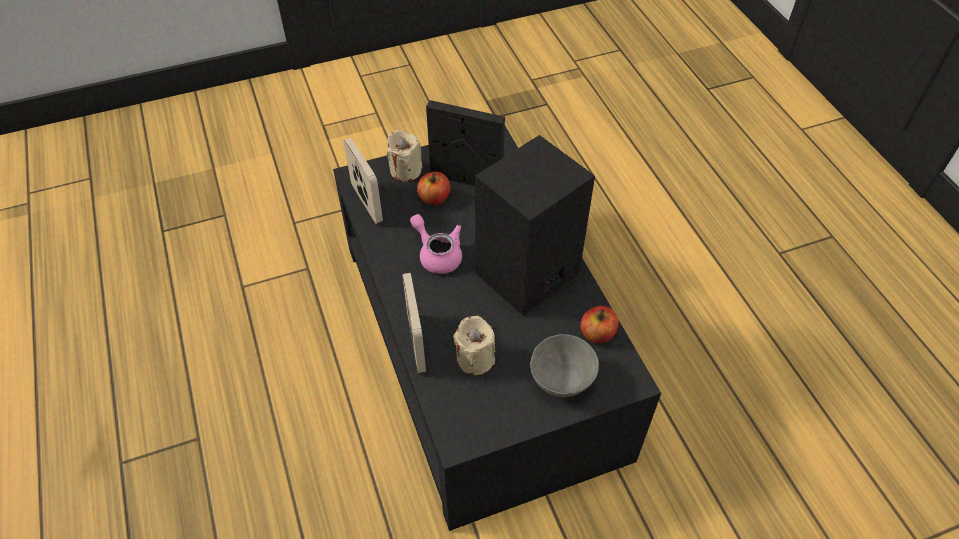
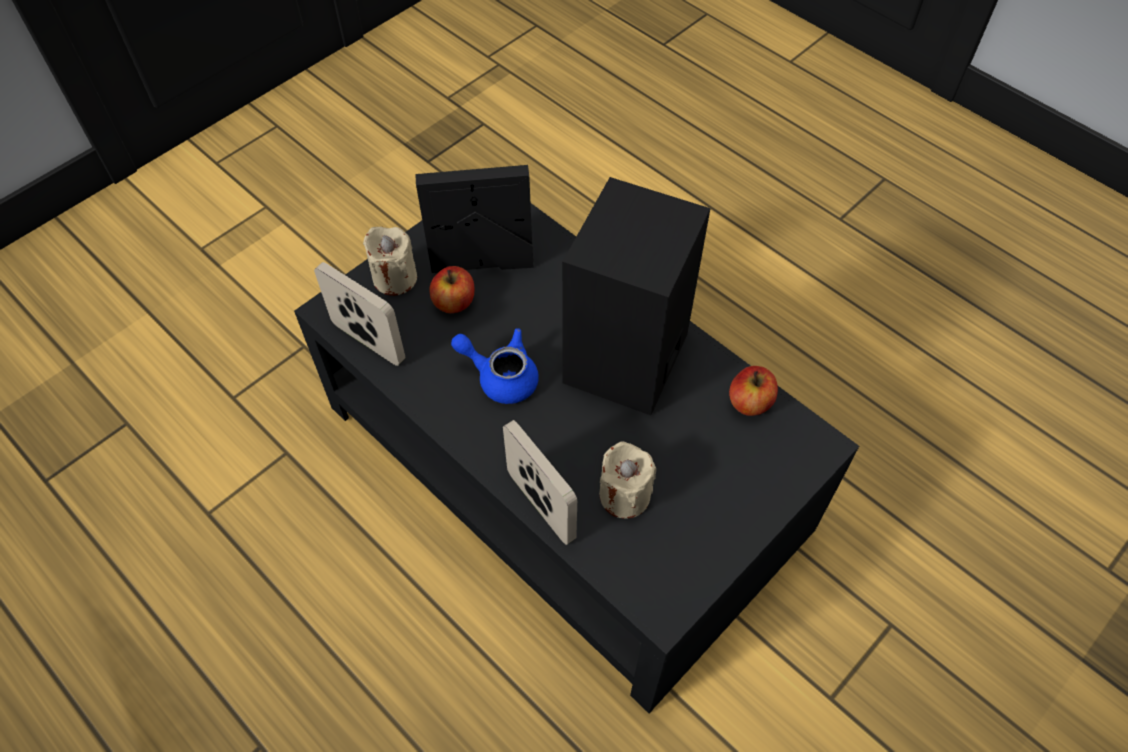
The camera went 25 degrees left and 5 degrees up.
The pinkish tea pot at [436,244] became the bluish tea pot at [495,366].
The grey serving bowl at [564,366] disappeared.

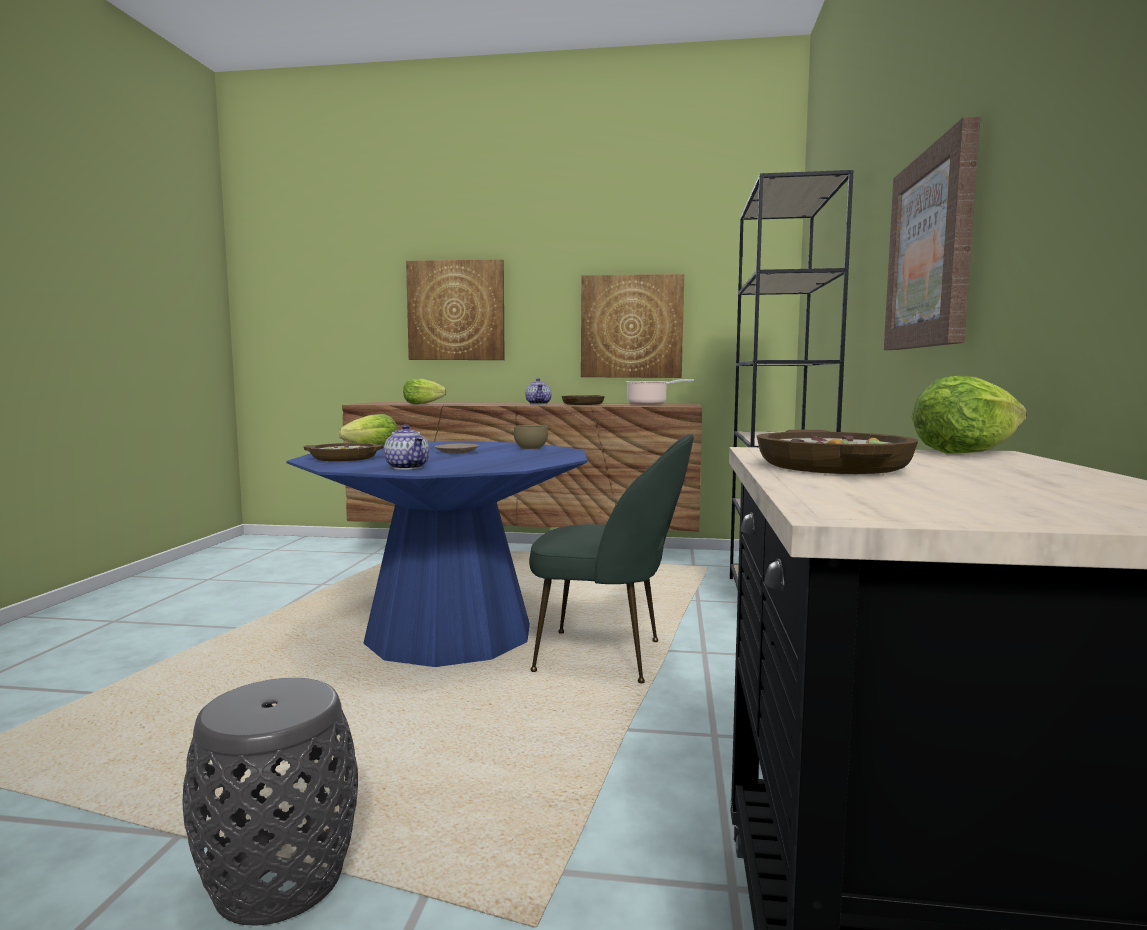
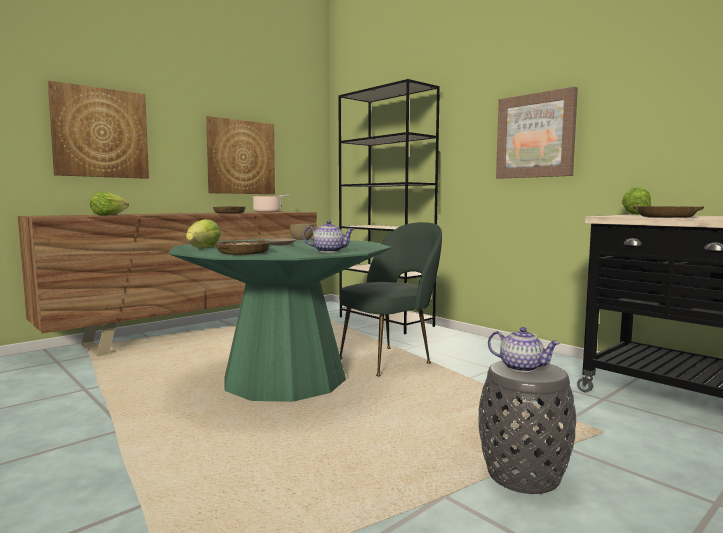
The camera went 50 degrees left and 0 degrees up.
The bluish kitchen table at [437,554] became the green-coloured kitchen table at [280,320].
The tea pot moved from [538,391] to [524,349].

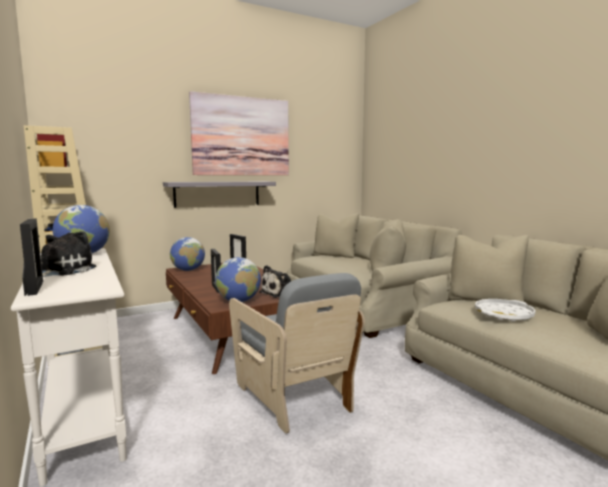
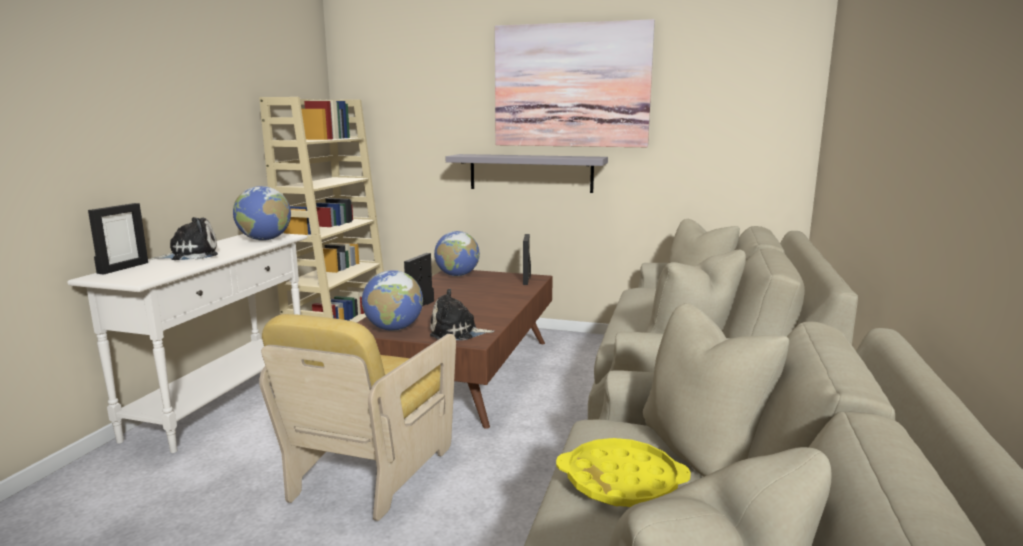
The camera went 45 degrees right and 5 degrees up.
The grey lounge chair at [297,353] became the yellowish lounge chair at [357,417].
The whitish tray at [505,310] became the yellowish tray at [623,472].

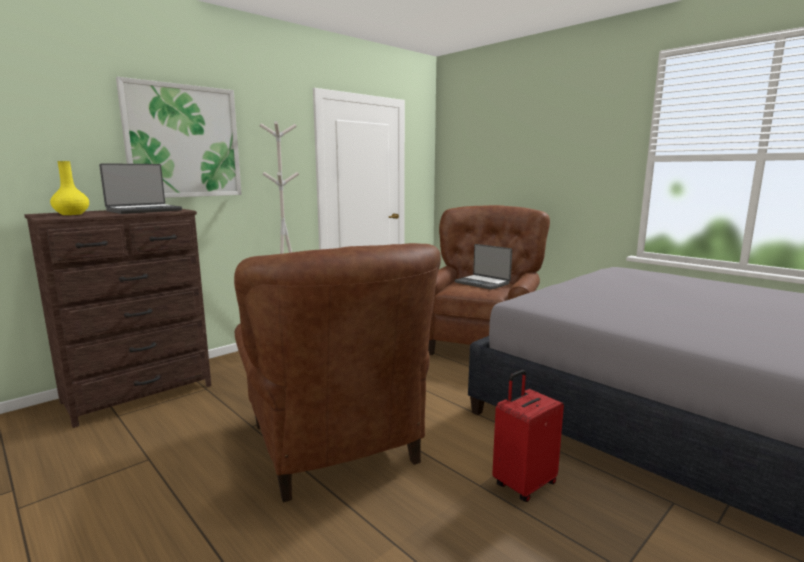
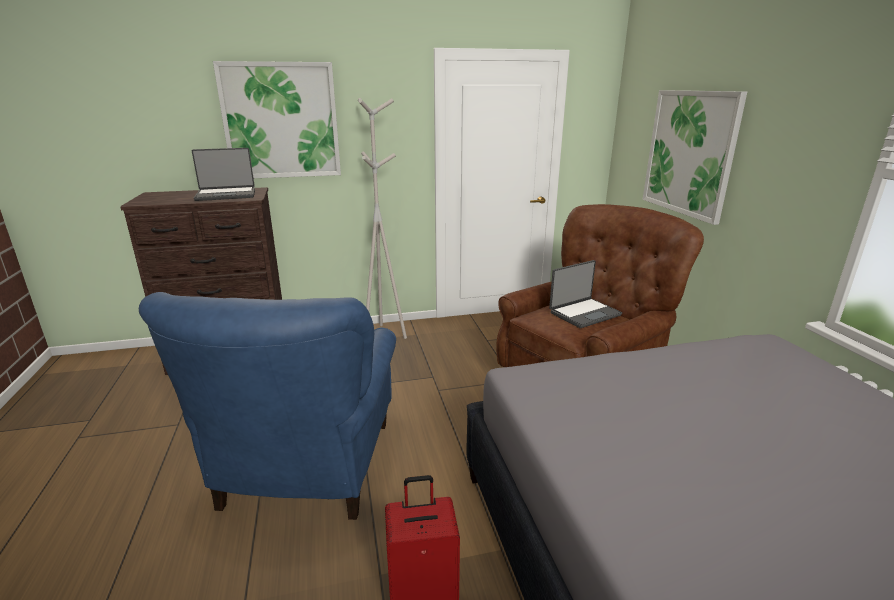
The camera went 30 degrees right and 10 degrees up.
The brown-coloured lounge chair at [337,372] became the bluish lounge chair at [267,406].
The notebook computer at [483,267] turned 105 degrees counterclockwise.
The wall picture at [695,157] appeared.
The yellowish decorative vase at [69,188] disappeared.

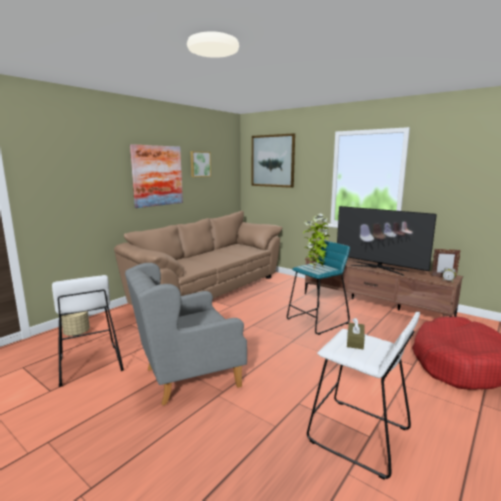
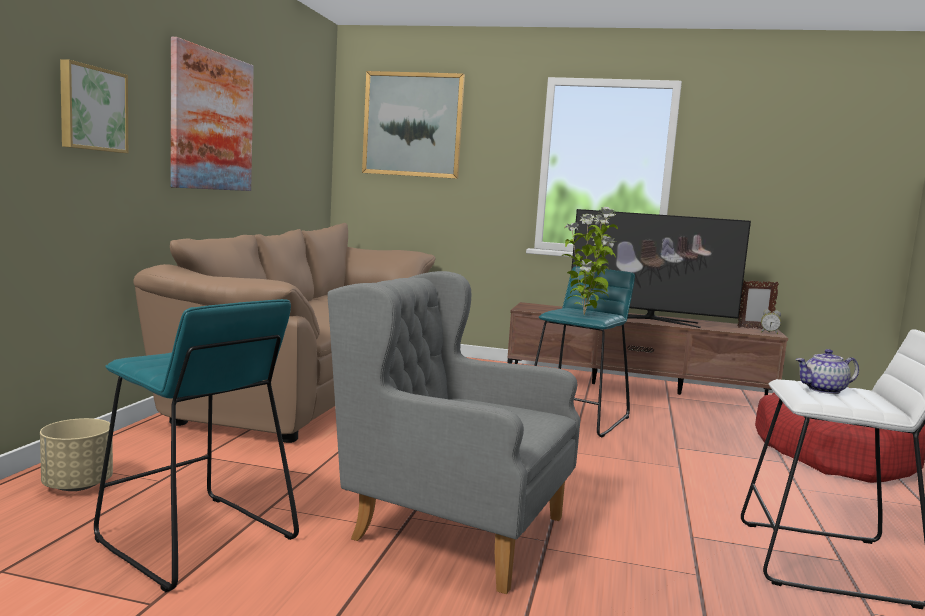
The camera went 25 degrees left and 5 degrees down.
The wall picture moved from [200,164] to [94,106].
The whitish sitting stool at [88,331] became the blue-green sitting stool at [196,445].
The grey lounge chair at [186,334] turned 75 degrees clockwise.
The brown-coloured box of tissues at [356,333] was replaced by the tea pot at [827,371].

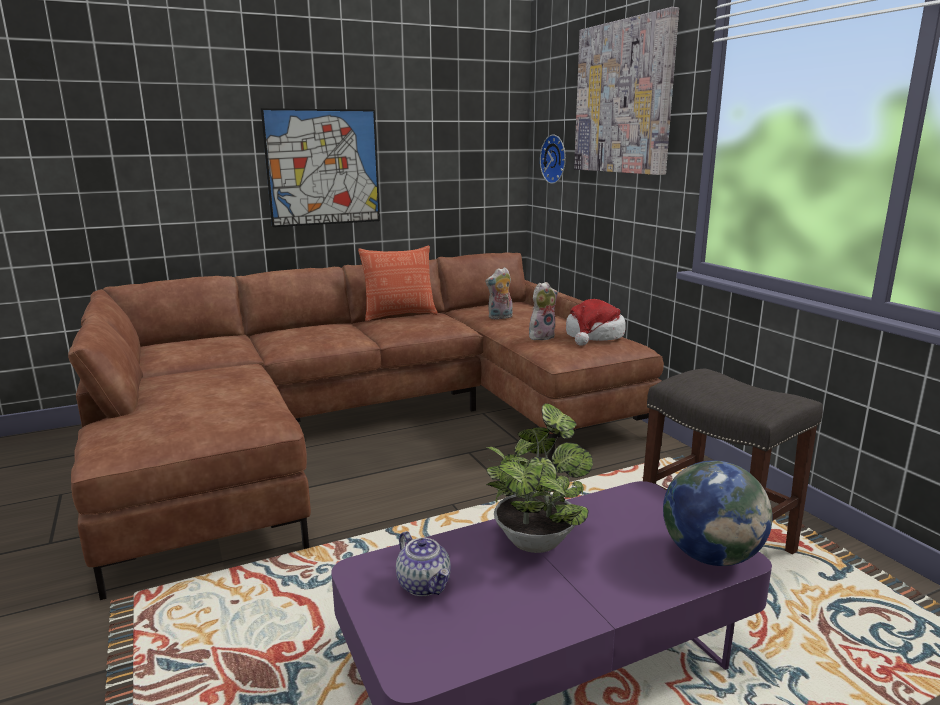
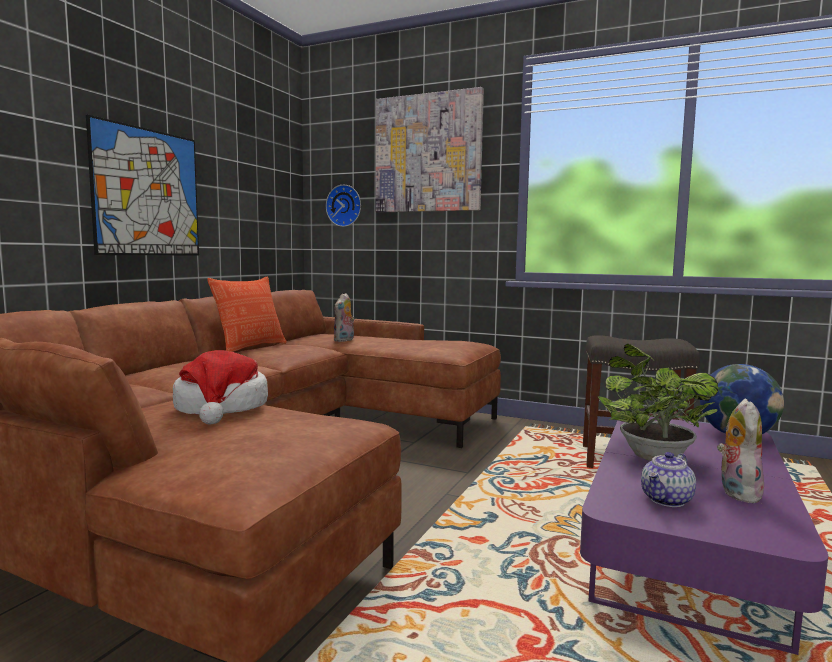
The camera went 40 degrees left and 10 degrees down.
The clothing hat moved from [596,322] to [220,387].
The tea pot at [423,563] turned 120 degrees clockwise.
The cuddly toy moved from [543,311] to [740,451].

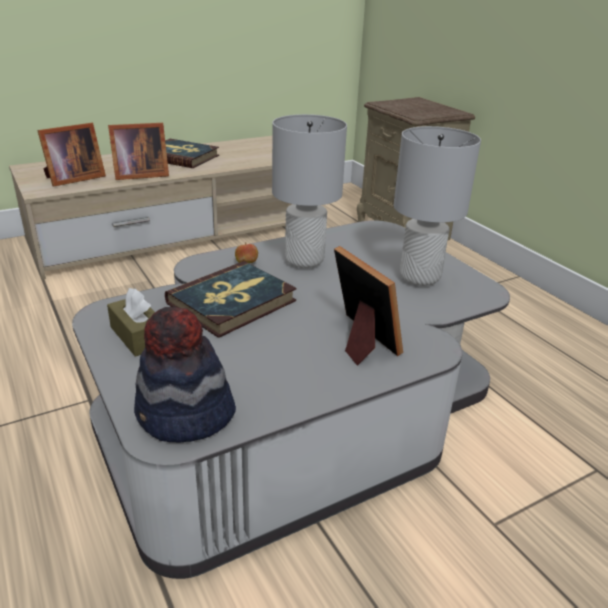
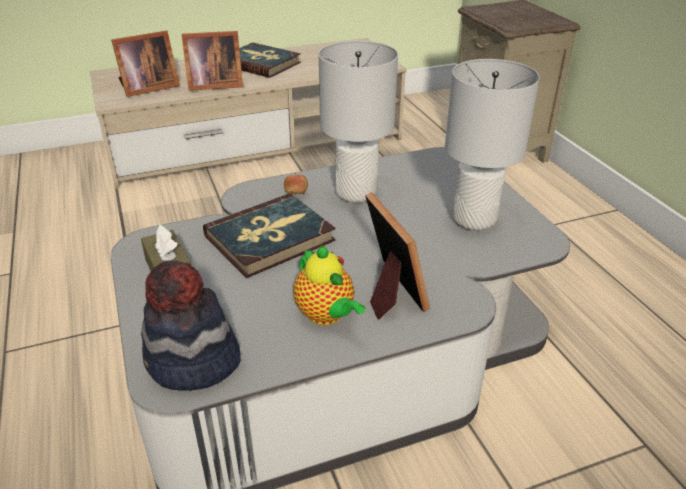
The camera went 10 degrees right and 5 degrees up.
The tea pot at [329,285] appeared.

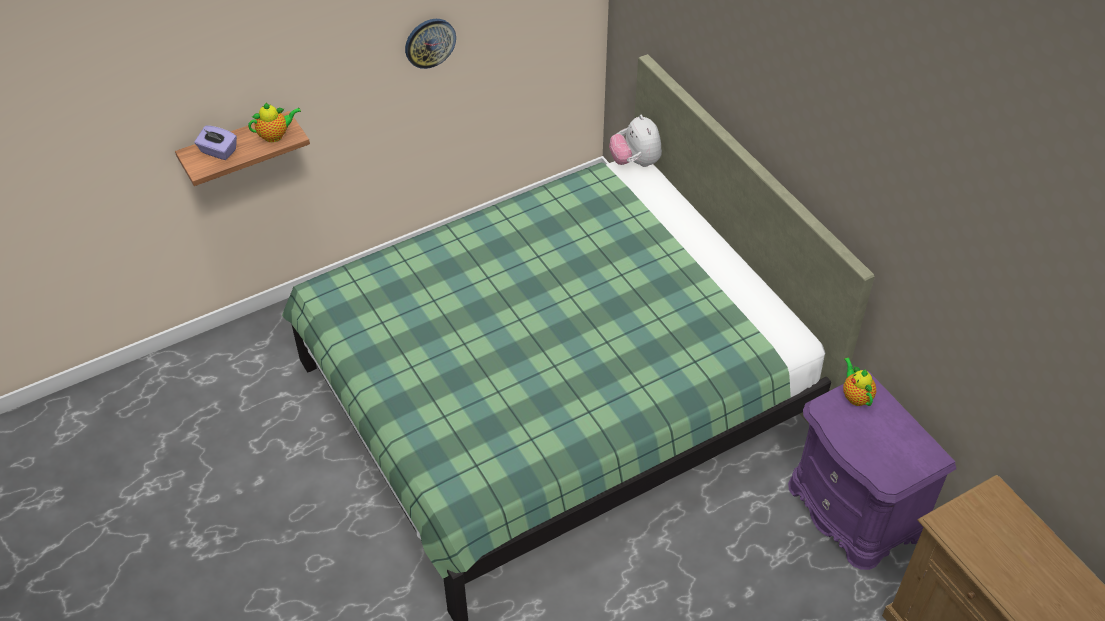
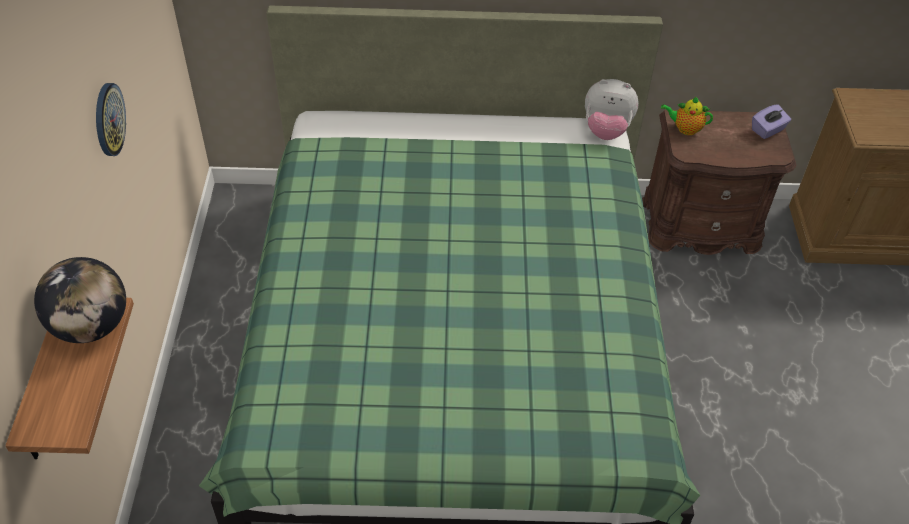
The camera went 60 degrees left and 0 degrees up.
The tea pot at [274,122] was replaced by the desk globe at [80,300].
The cuddly toy moved from [635,141] to [612,109].
The purple nightstand at [872,470] became the brown-coloured nightstand at [719,182].
The purple box of tissues moved from [215,143] to [771,121].

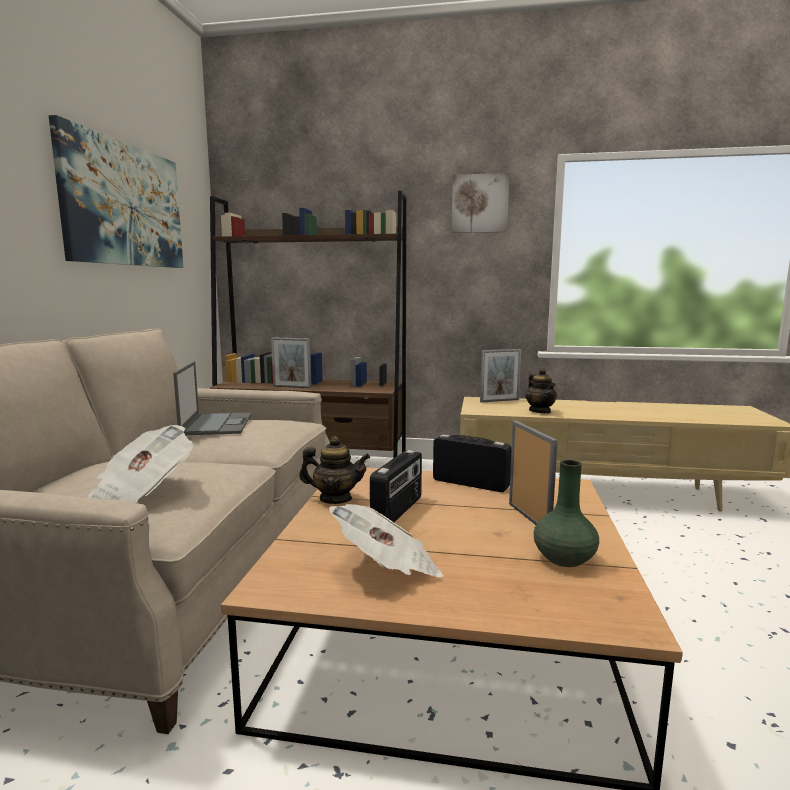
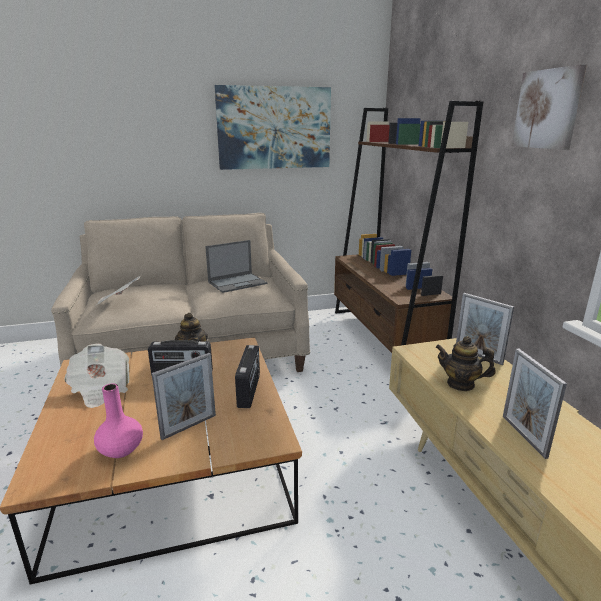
The camera went 65 degrees right and 10 degrees up.
The green-coloured decorative vase at [566,513] became the pinkish decorative vase at [118,420].
The tea pot at [541,390] turned 60 degrees clockwise.
The picture frame moved from [291,363] to [535,404].

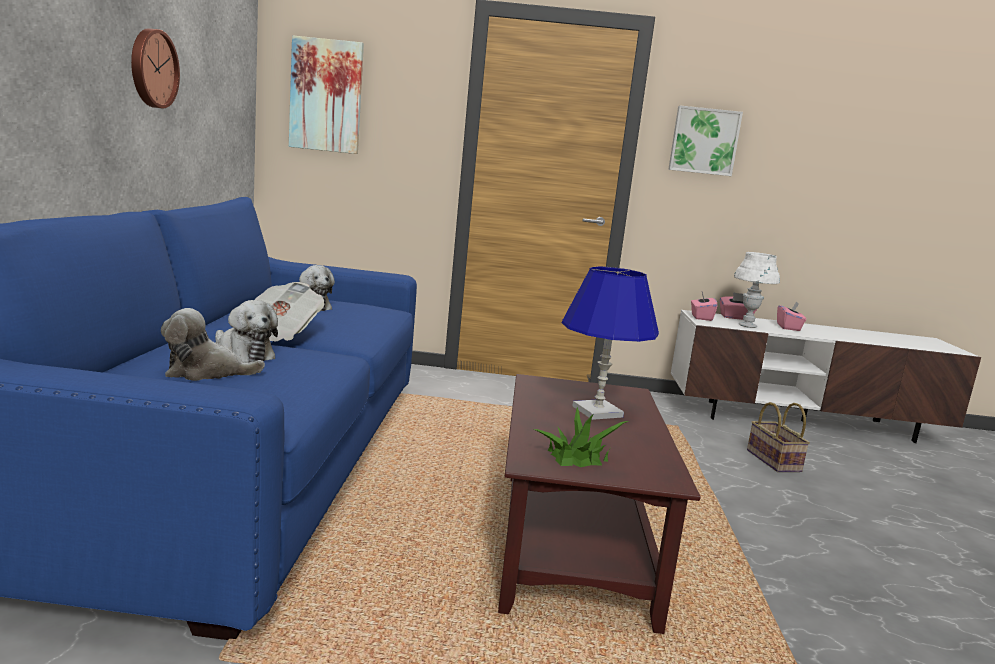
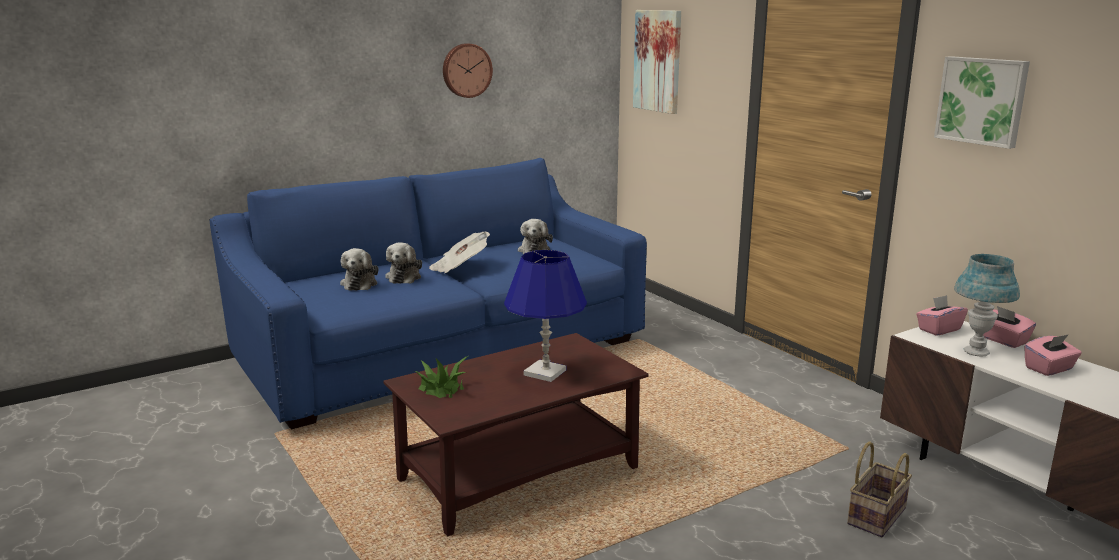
The camera went 55 degrees right and 5 degrees up.
The cuddly toy at [213,344] turned 135 degrees counterclockwise.
The whitish table lamp at [757,290] became the bluish table lamp at [987,305].

